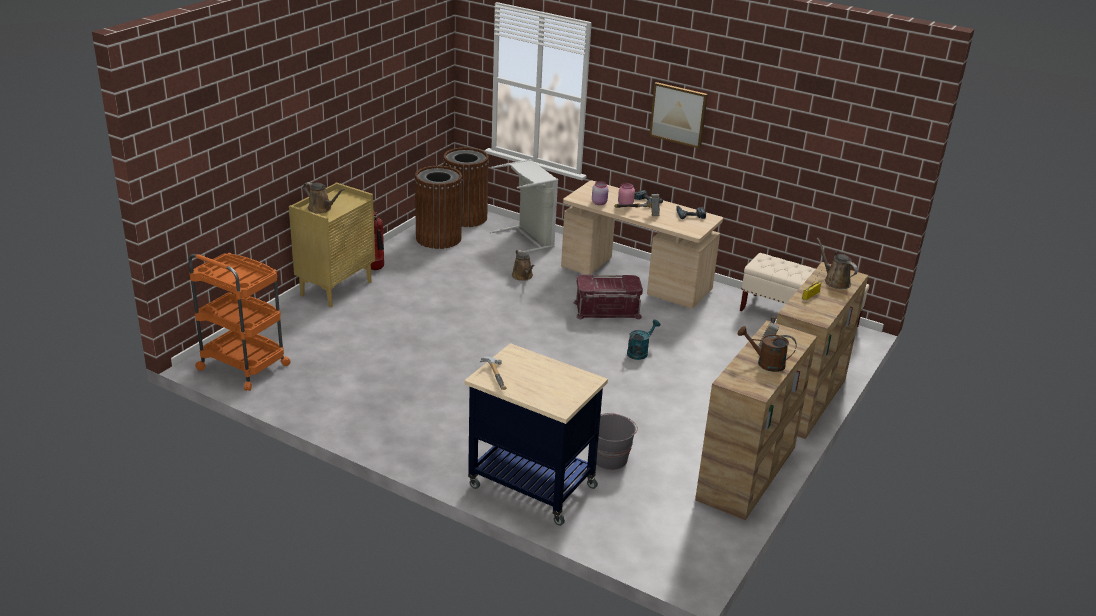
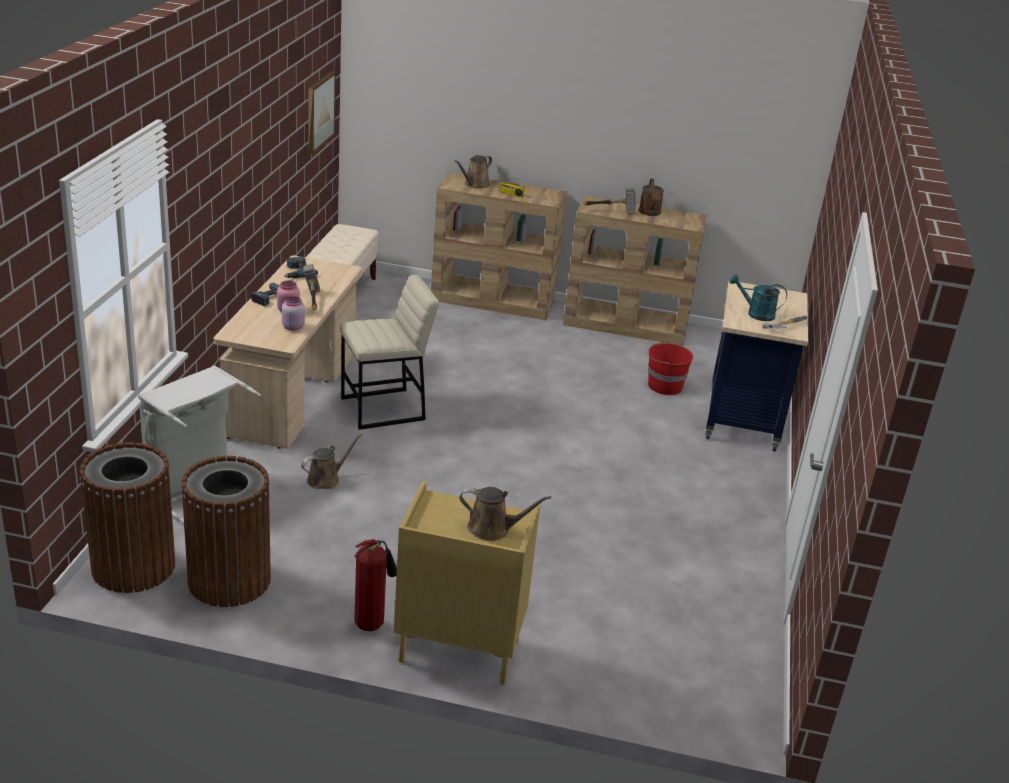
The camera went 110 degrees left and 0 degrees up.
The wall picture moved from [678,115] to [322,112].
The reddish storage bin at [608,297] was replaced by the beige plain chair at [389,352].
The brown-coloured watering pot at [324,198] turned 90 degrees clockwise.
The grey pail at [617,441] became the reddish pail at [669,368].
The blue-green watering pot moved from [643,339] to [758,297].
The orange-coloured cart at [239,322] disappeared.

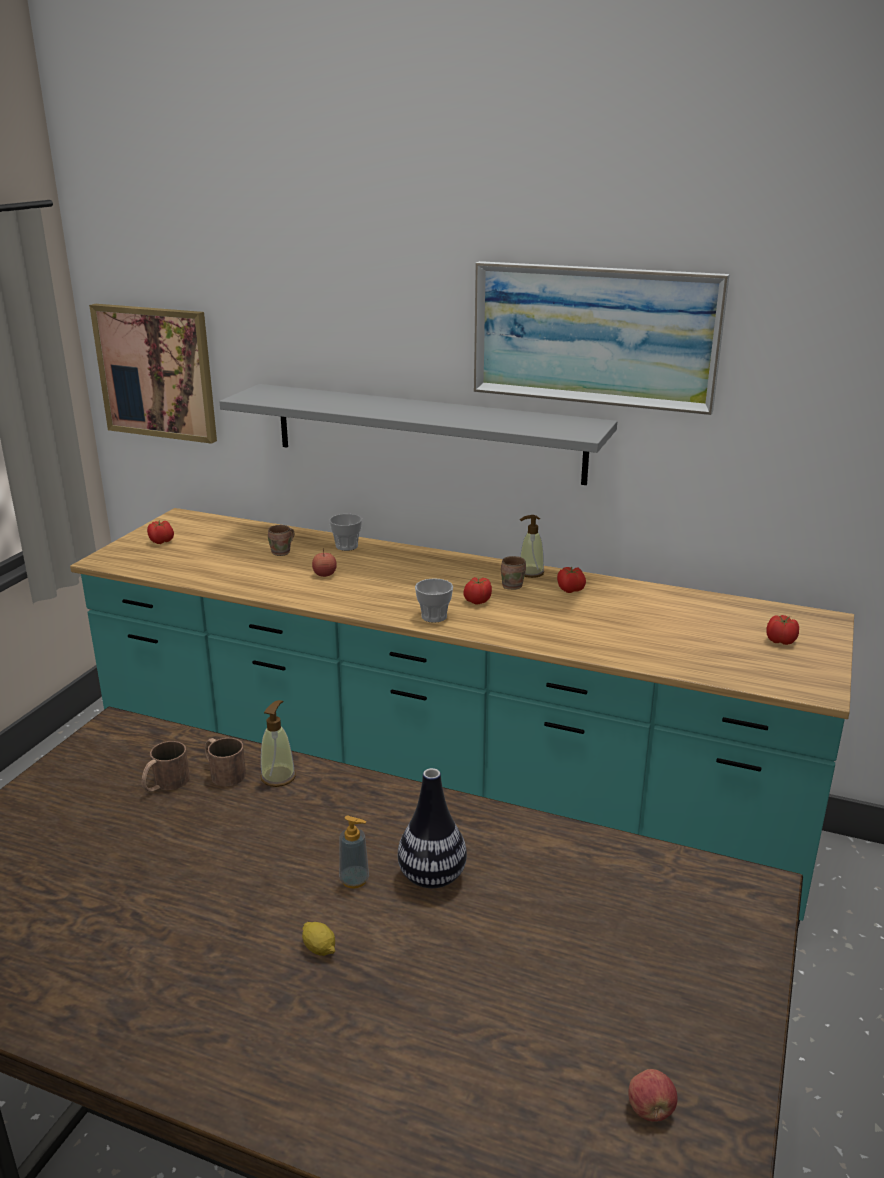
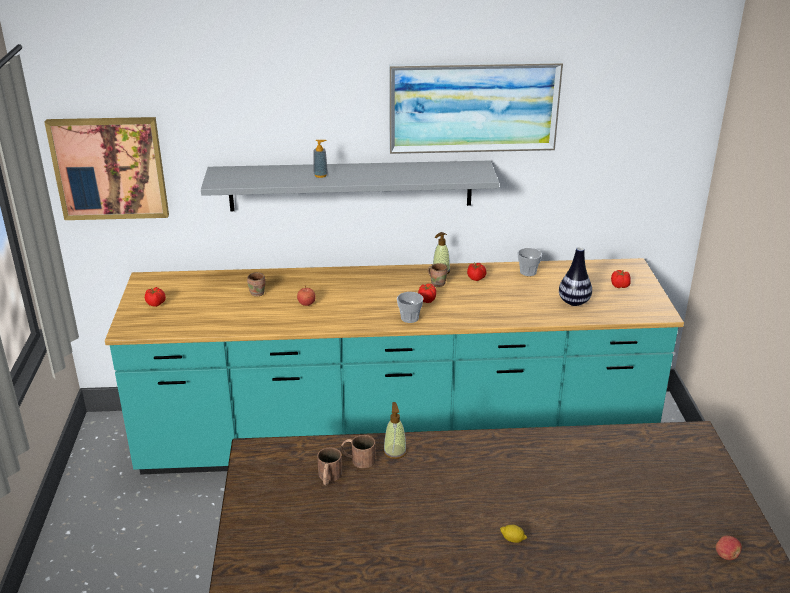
The camera went 25 degrees left and 5 degrees up.
The liquid soap bottle moved from [354,852] to [320,159].
The cup moved from [345,532] to [529,262].
The decorative vase moved from [432,828] to [575,276].

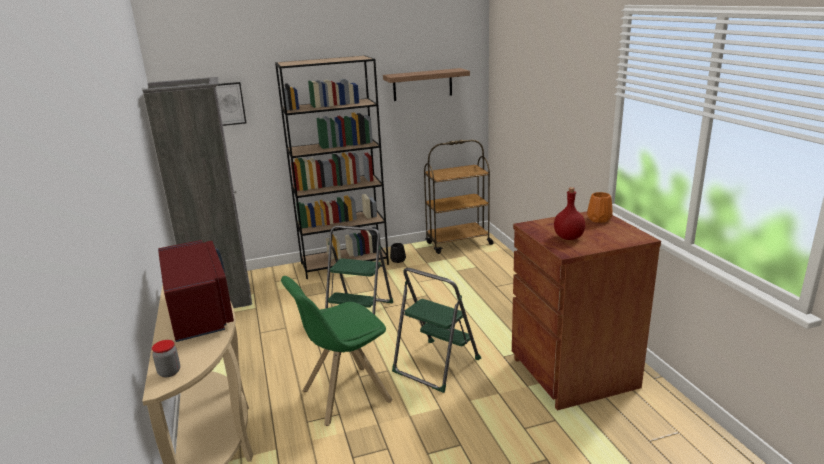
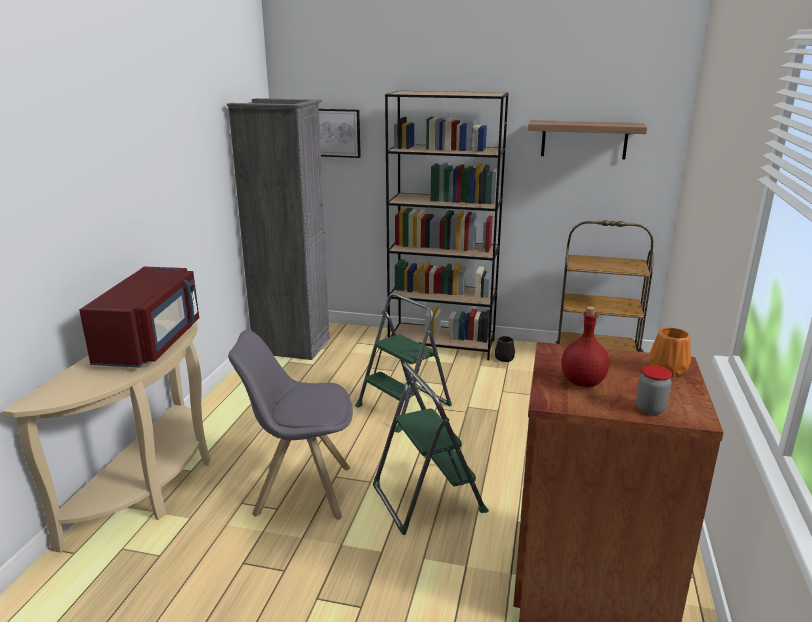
The camera went 30 degrees right and 0 degrees up.
The green-coloured plain chair at [336,351] became the grey plain chair at [290,424].
The preserve jar moved from [166,358] to [654,390].

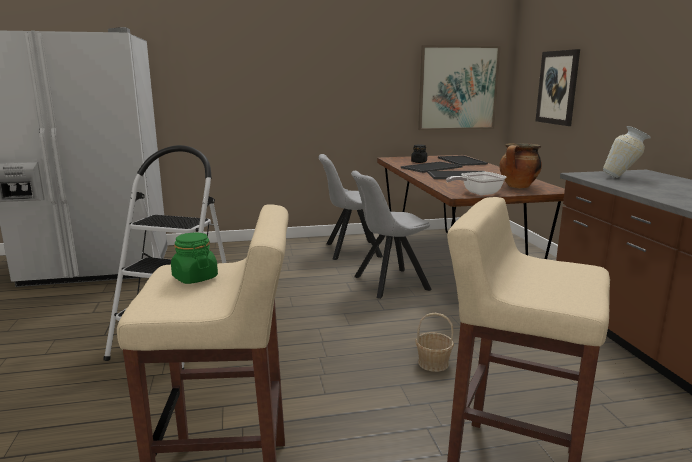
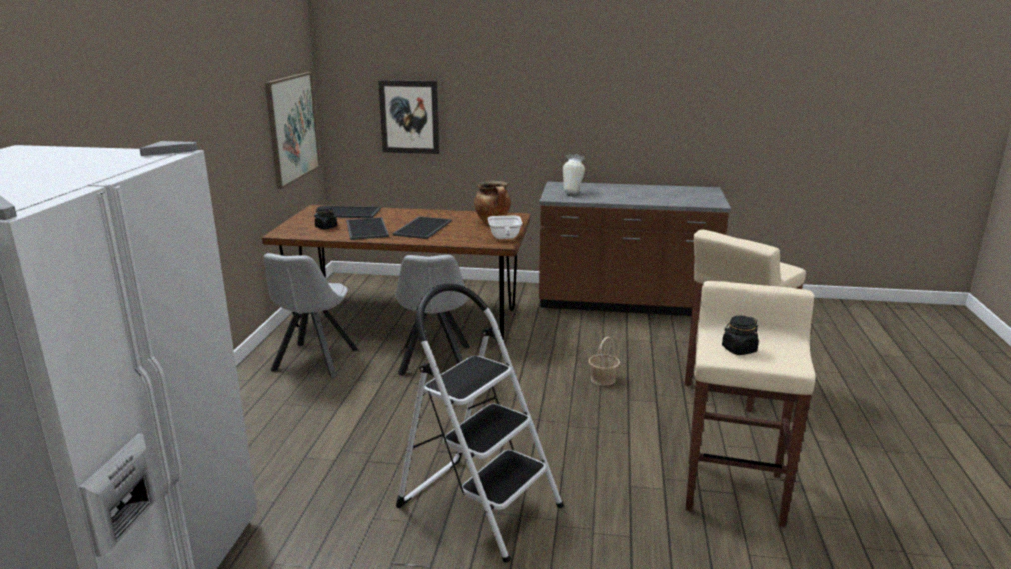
The camera went 70 degrees left and 5 degrees up.
The green-coloured preserve jar at [194,258] became the black preserve jar at [740,335].

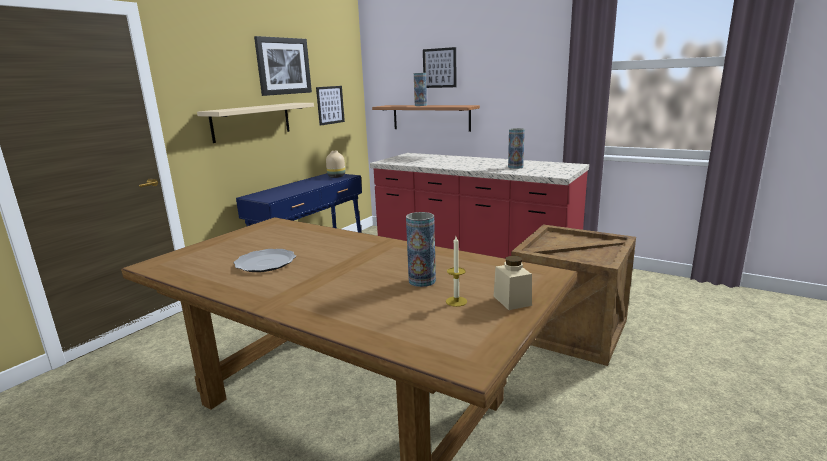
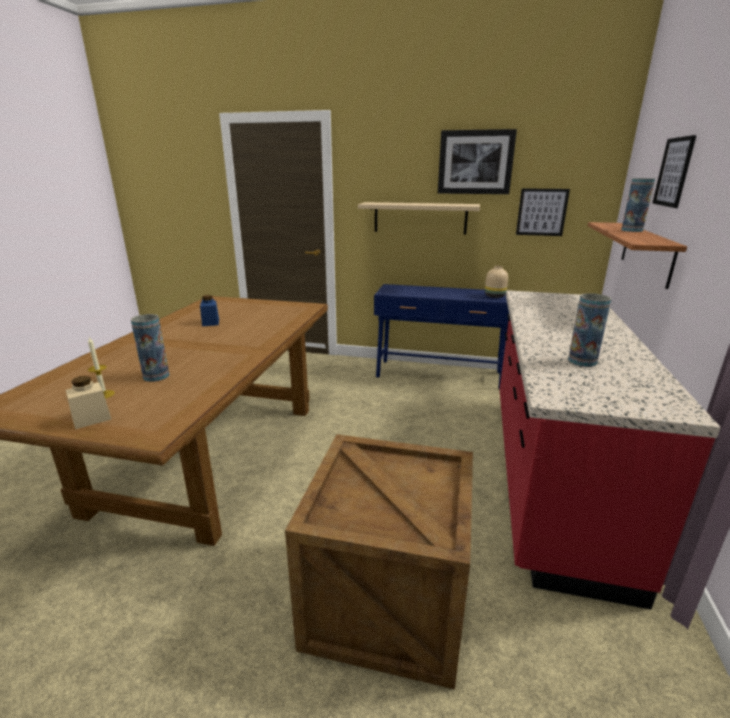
The camera went 70 degrees right and 5 degrees up.
The plate at [264,260] was replaced by the bluish preserve jar at [209,310].

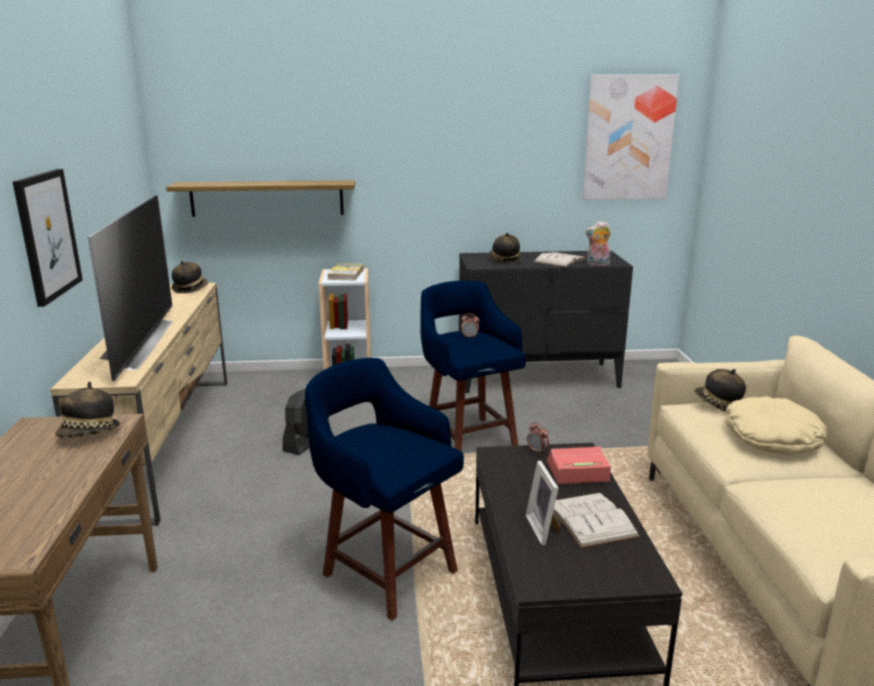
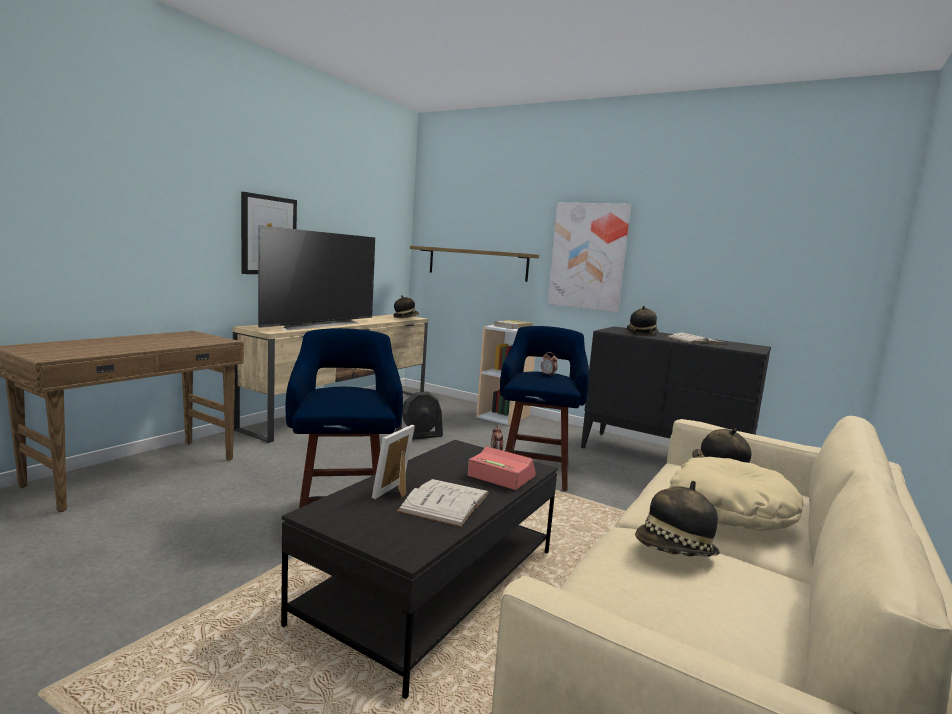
The camera went 35 degrees right and 10 degrees down.
The wall picture moved from [631,137] to [589,257].
The clothing hat moved from [87,410] to [677,519].
The cuddly toy at [598,243] disappeared.

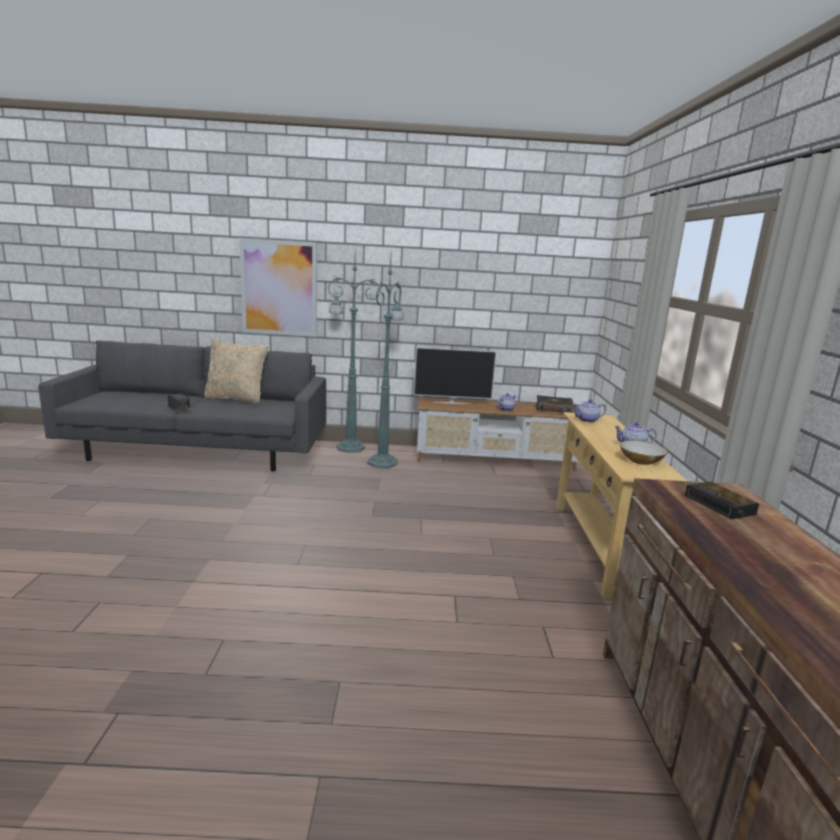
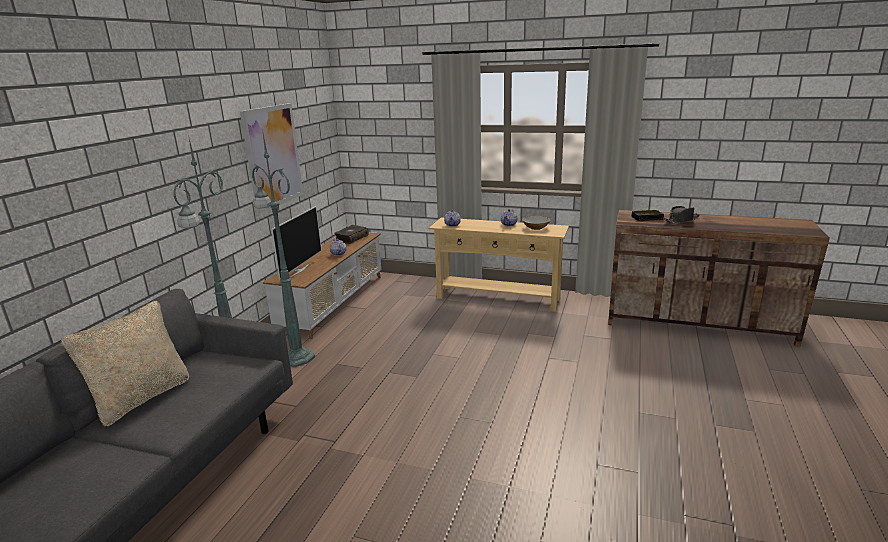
The camera went 70 degrees left and 5 degrees up.
The wall picture moved from [278,287] to [271,158].
The black clothing hat moved from [179,402] to [681,215].

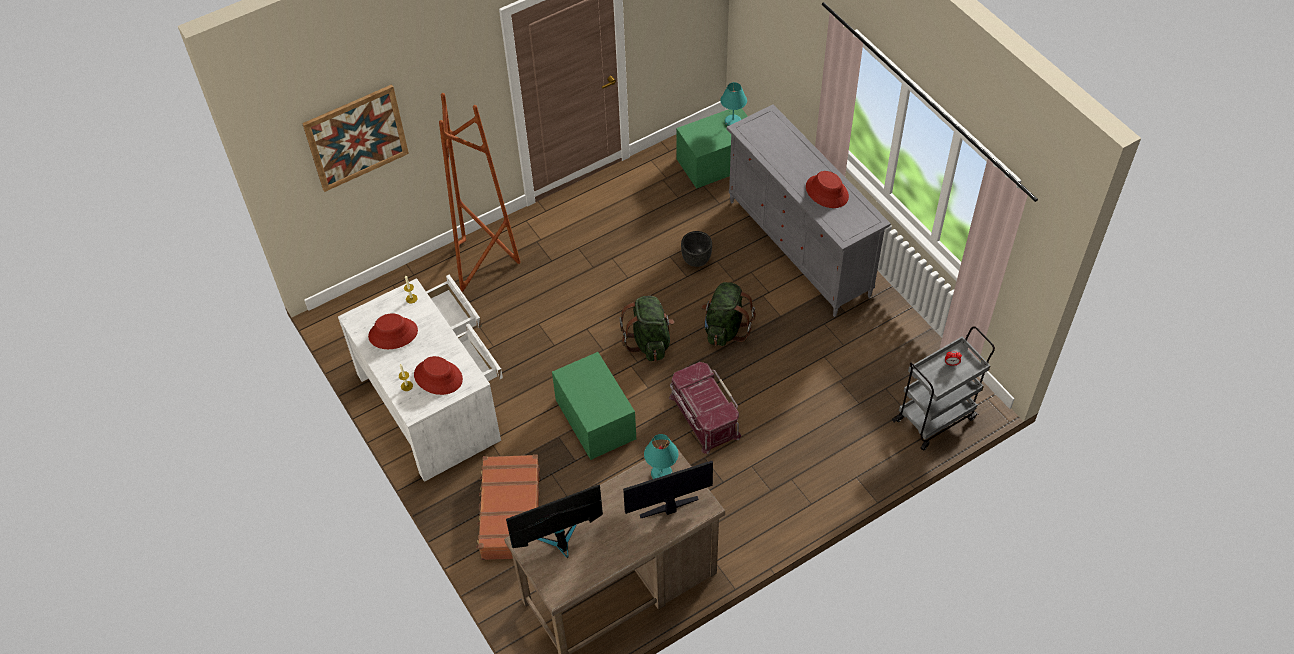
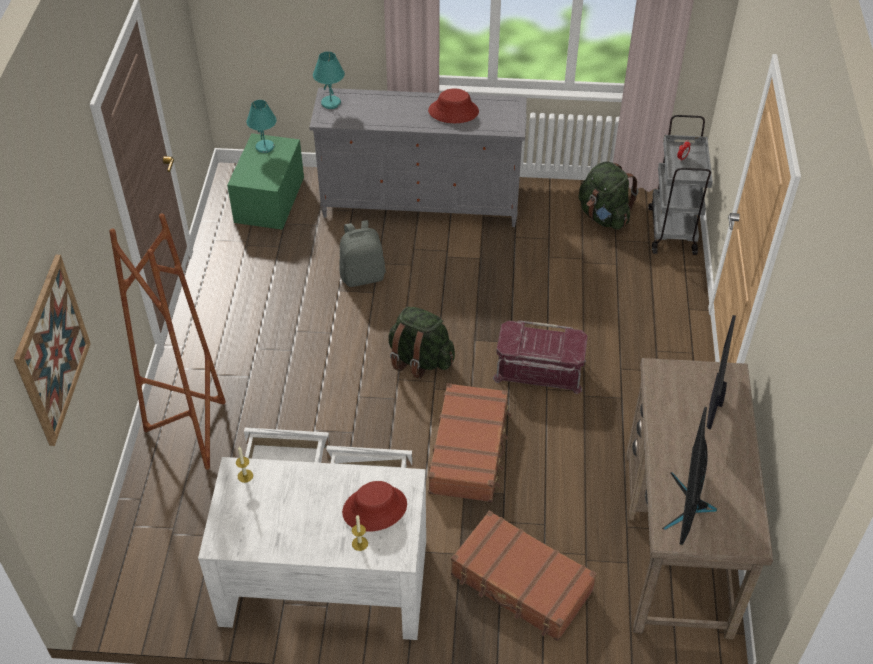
The camera went 55 degrees left and 5 degrees down.
The blue-green table lamp moved from [661,456] to [329,80].
The black plant pot at [696,249] was replaced by the grey rucksack at [362,253].
The green-coloured storage bin at [594,406] was replaced by the brown-coloured piece of luggage at [469,442].
The green-coloured rucksack moved from [728,314] to [609,196].
The reddish clothing hat at [393,331] disappeared.

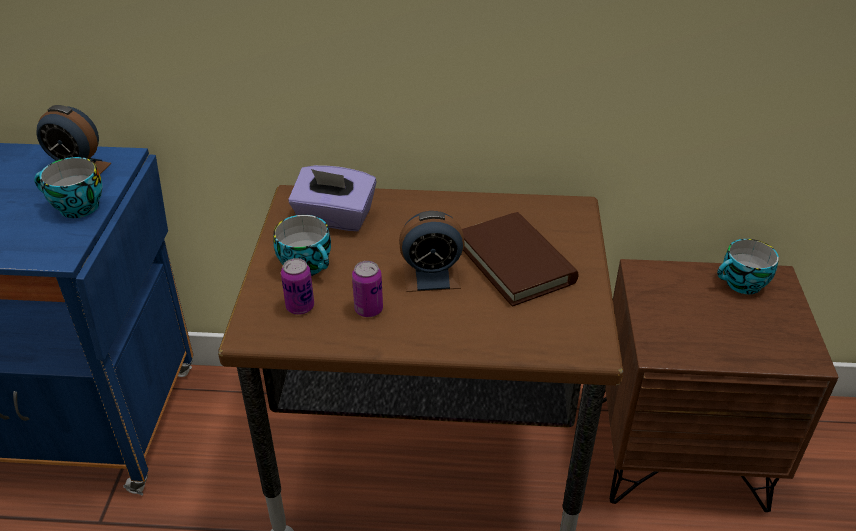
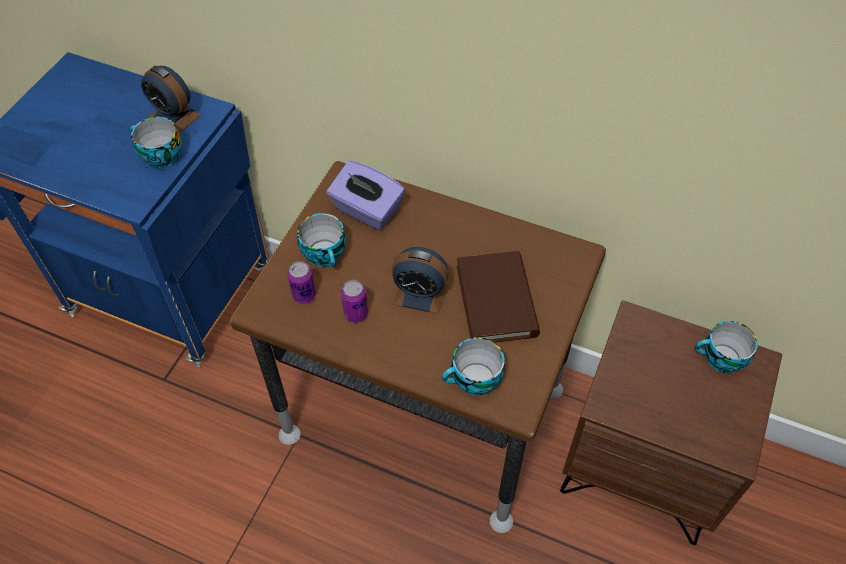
The camera went 20 degrees right and 15 degrees up.
The cup at [473,366] appeared.

